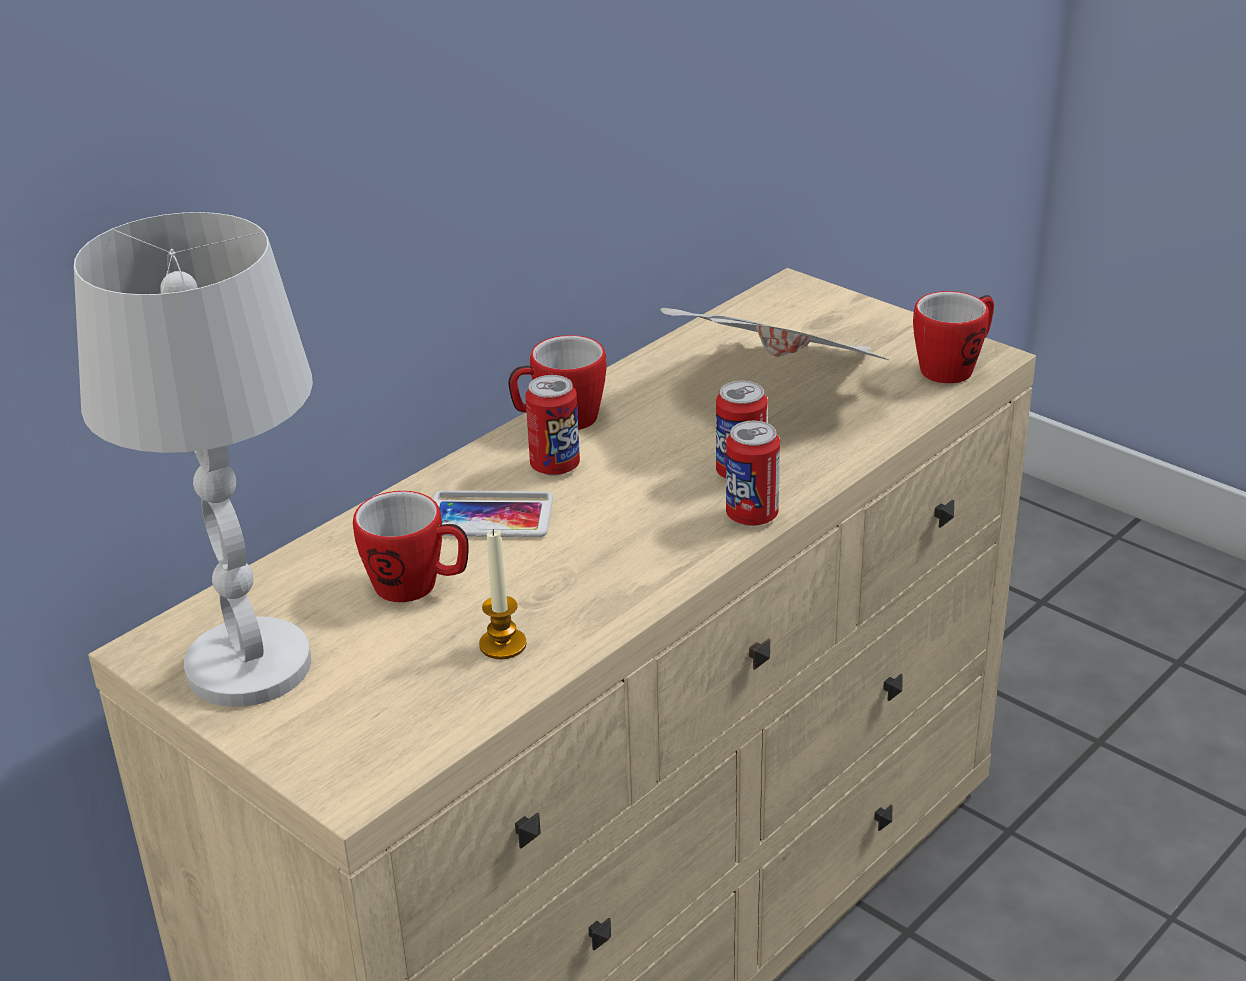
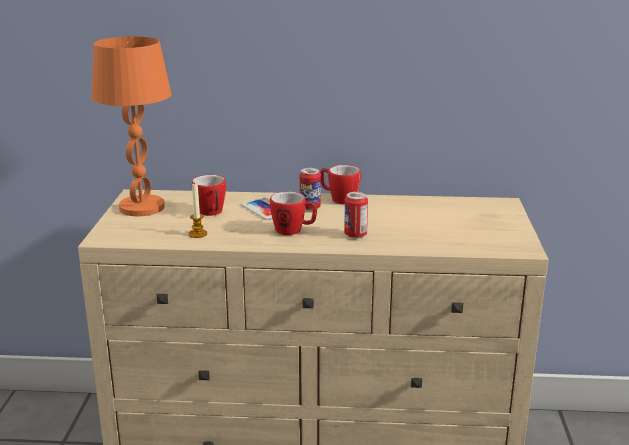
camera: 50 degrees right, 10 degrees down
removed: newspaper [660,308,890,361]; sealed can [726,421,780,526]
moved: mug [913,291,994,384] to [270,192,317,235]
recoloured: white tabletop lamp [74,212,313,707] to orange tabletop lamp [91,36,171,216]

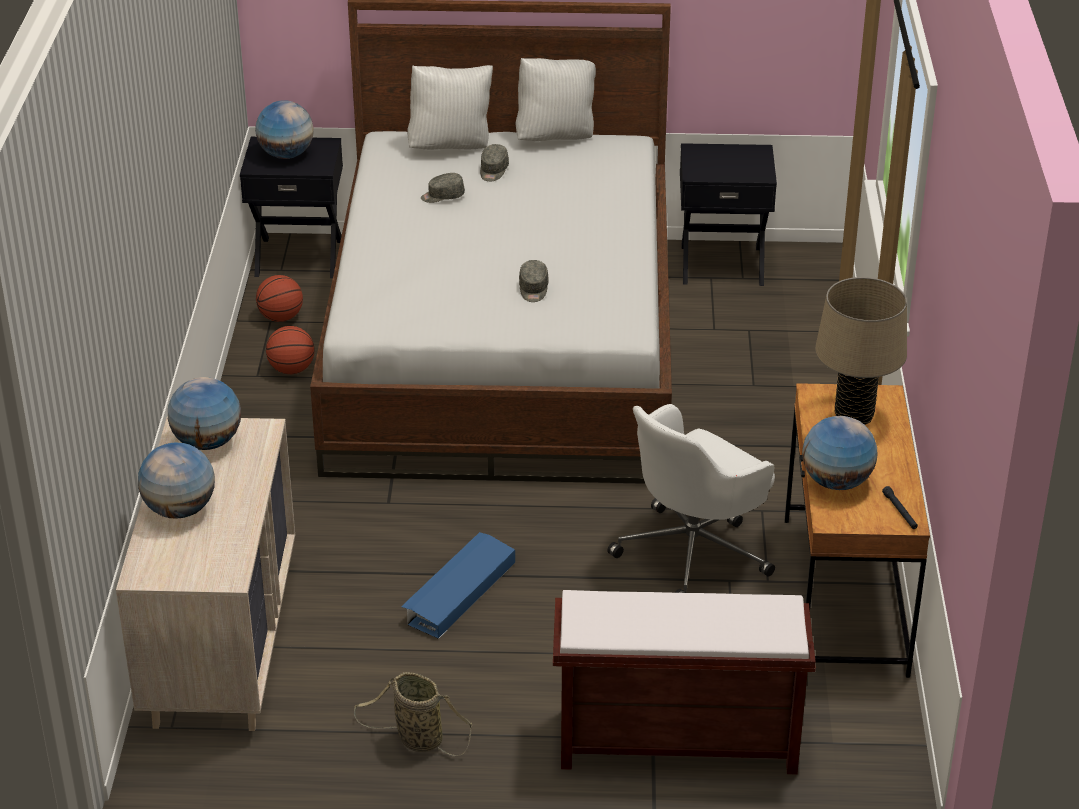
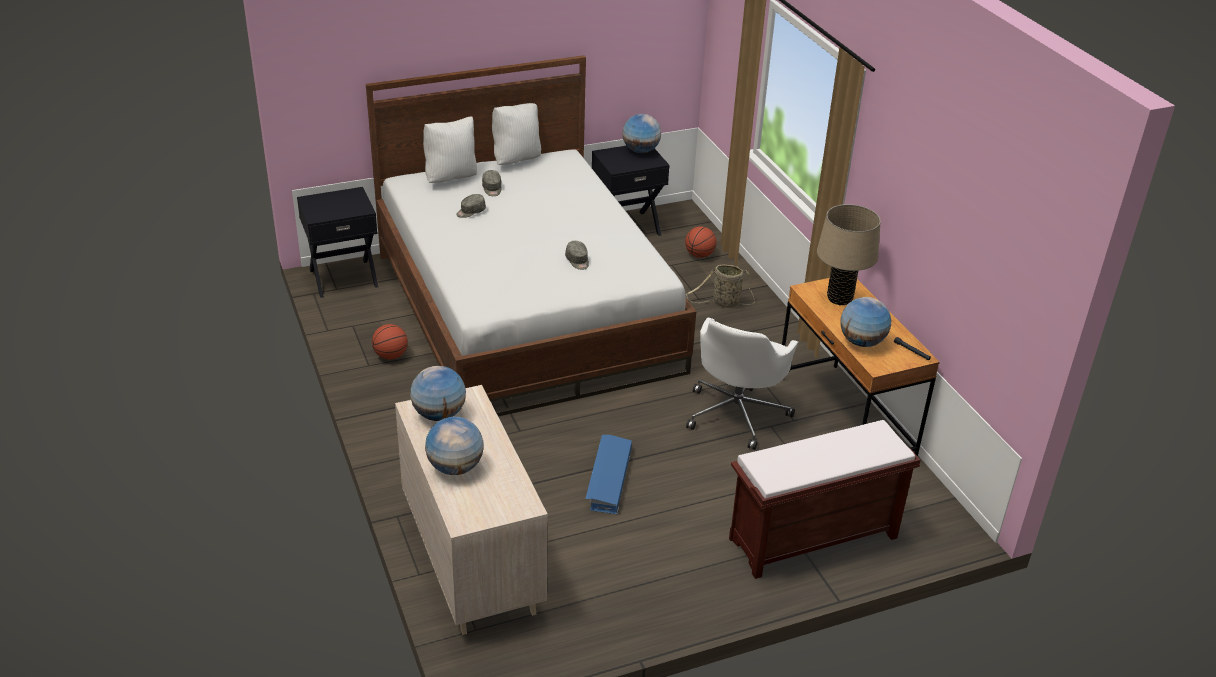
camera: 25 degrees left, 0 degrees up
moved: globe [255,100,314,159] to [622,114,661,153]; basketball [256,275,303,322] to [685,226,716,258]; basket [354,672,472,756] to [686,264,755,308]

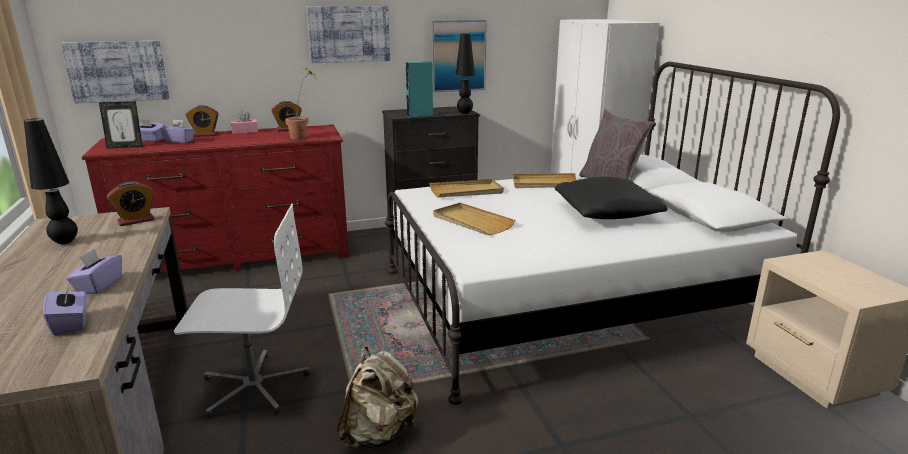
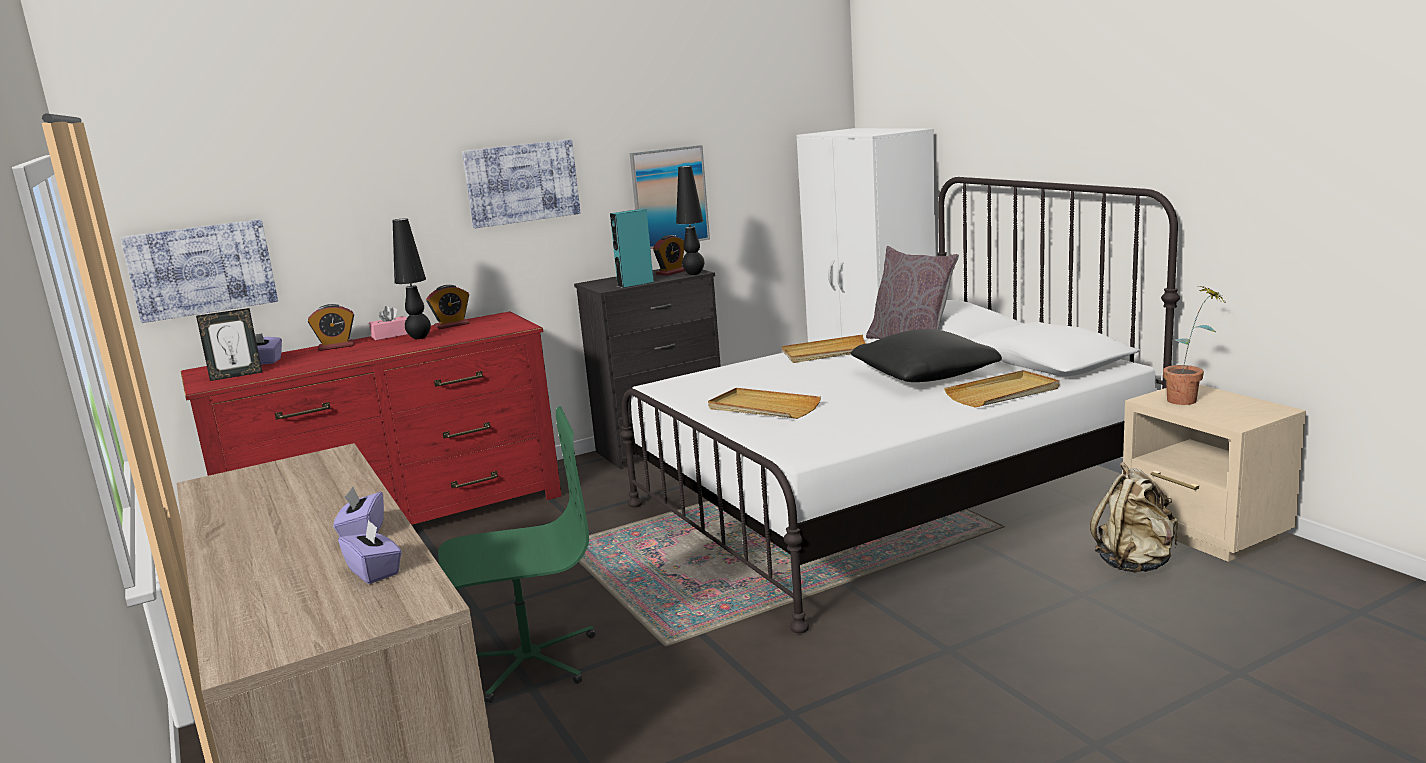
camera: 10 degrees left, 5 degrees down
removed: purple tissue box [160,120,195,143]
moved: black tabletop lamp [24,118,78,244] to [393,218,431,339]; bedside clock [107,181,155,226] to [653,235,685,276]; sand-coloured carrying tray [430,179,504,198] to [944,370,1060,408]; sand-coloured knapsack [337,346,418,449] to [1090,462,1178,573]; potted plant [285,66,316,140] to [1163,286,1224,405]
recoloured: white office chair [174,204,310,418] to green-coloured office chair [438,406,595,703]

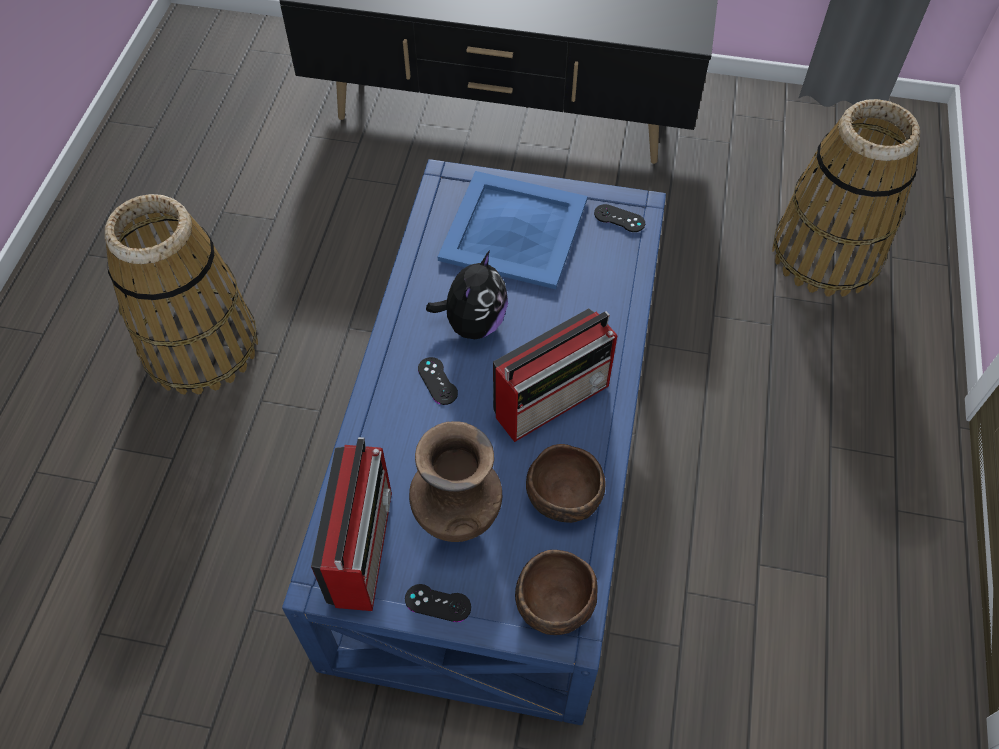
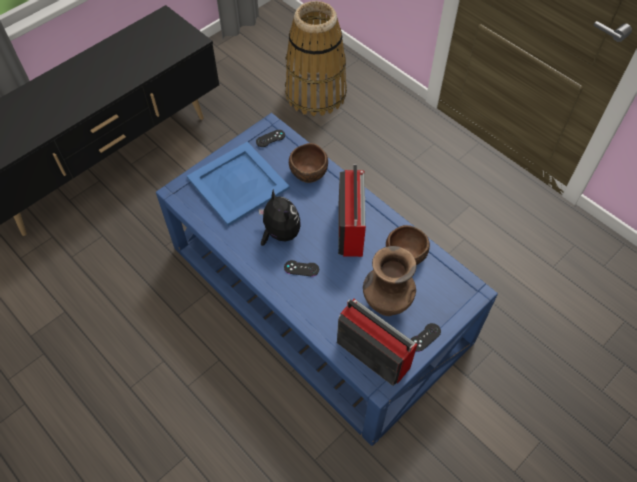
camera: 55 degrees left, 0 degrees up
removed: basket [105,194,258,395]
moved: brown serving bowl [515,550,598,635] to [289,143,328,183]

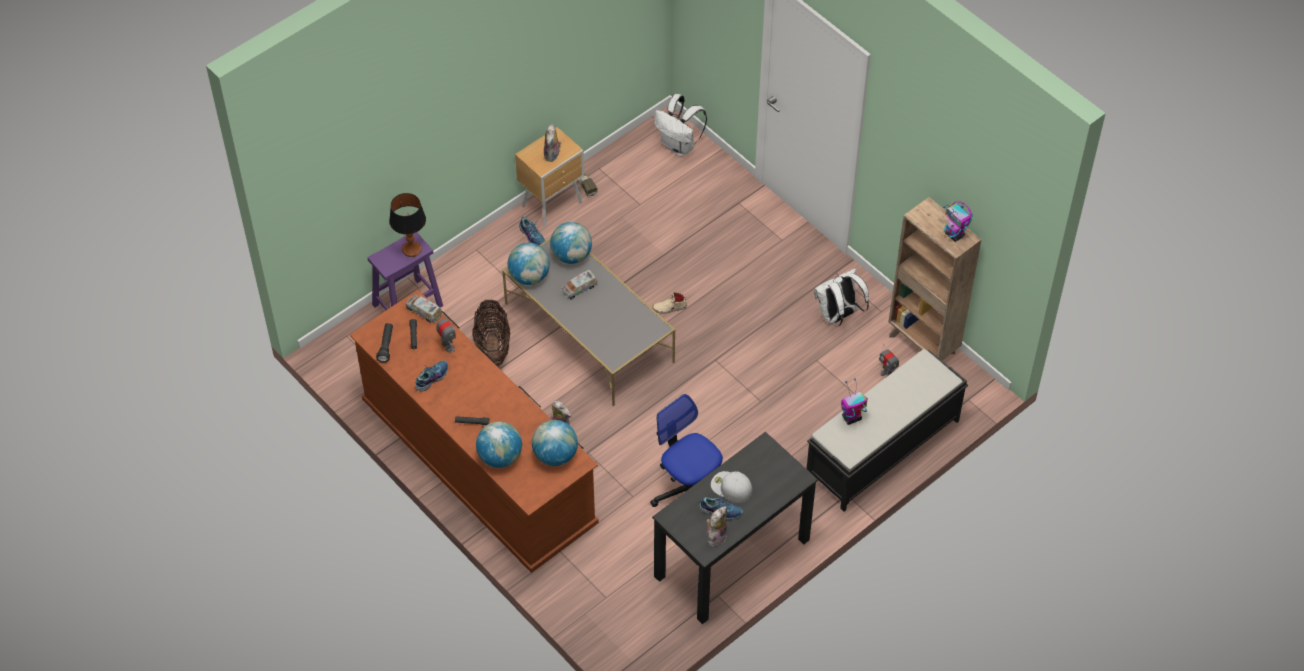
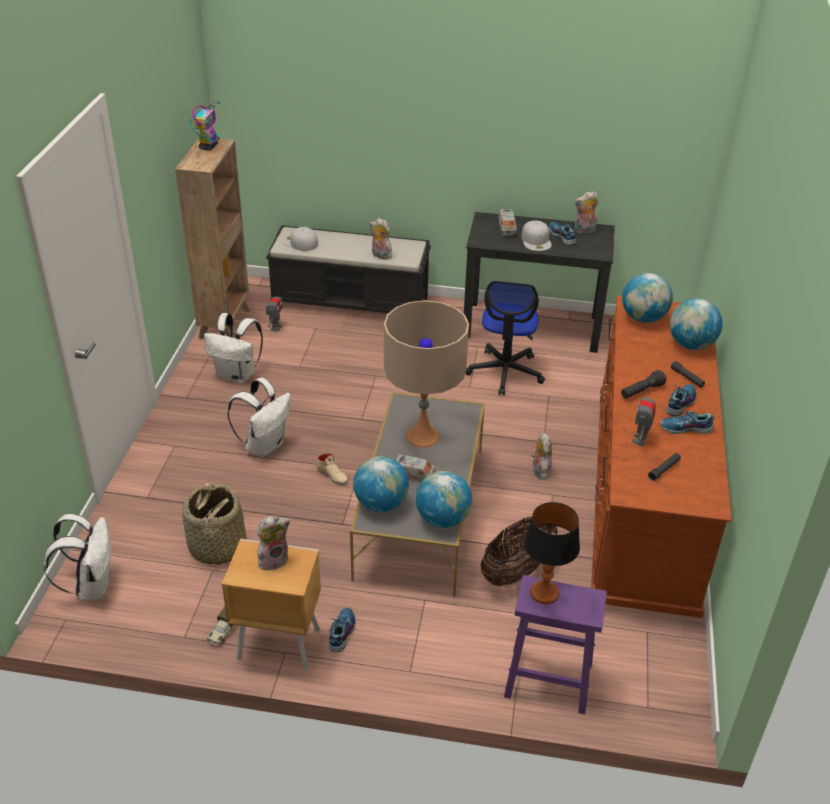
camera: 130 degrees left, 15 degrees down
added: basket [182,483,246,567]; white knapsack [227,377,291,457]; white peaked cap [282,227,318,251]; sand-coloured tabletop lamp [384,300,469,448]; low shoe [666,384,696,417]
moved: toy truck [406,295,442,323] to [498,209,517,236]; black flashlight [376,323,393,362] to [621,370,666,399]
replaced: robot figure [841,378,868,425] to cuddly toy [369,218,392,260]

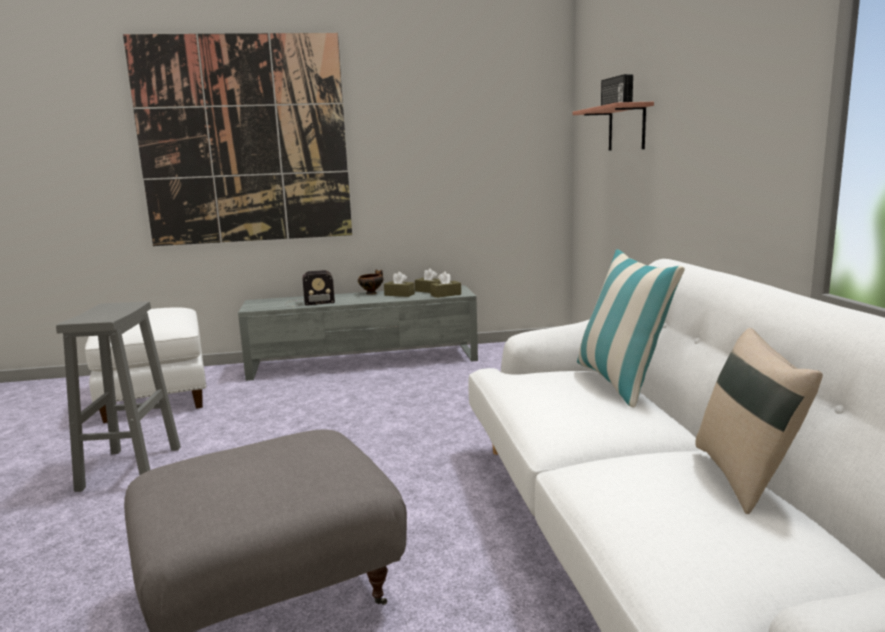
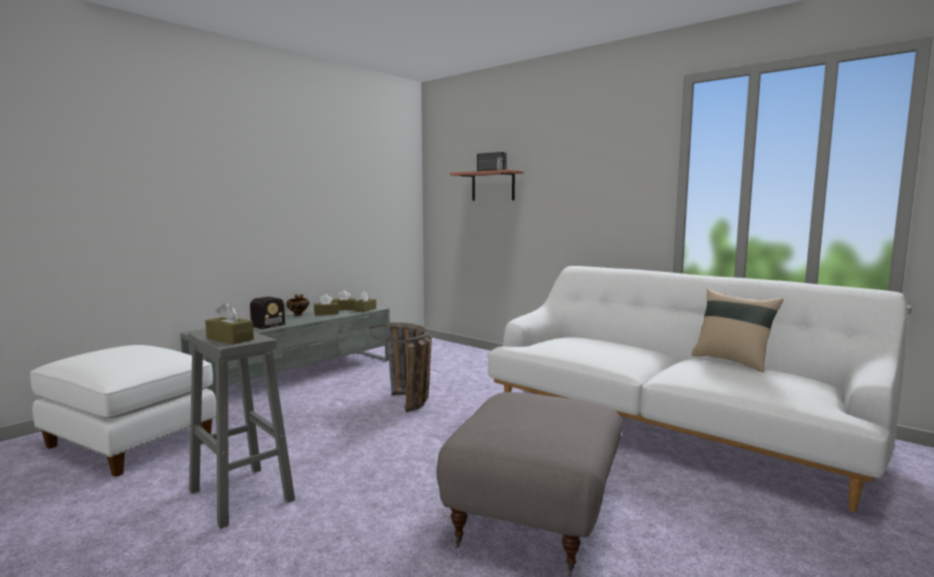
camera: 40 degrees left, 5 degrees down
removed: wall art [123,33,352,246]; cushion [577,249,685,408]
added: brown tissue box [205,302,254,345]; basket [369,322,432,412]

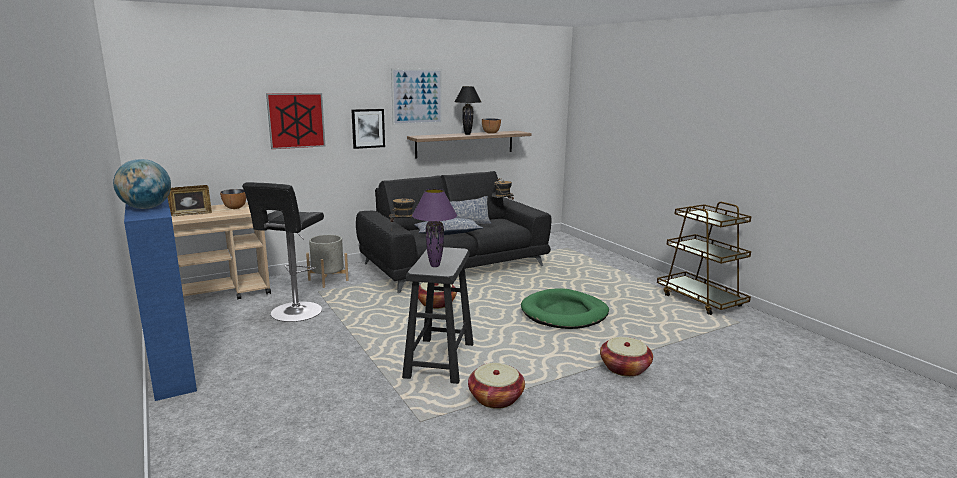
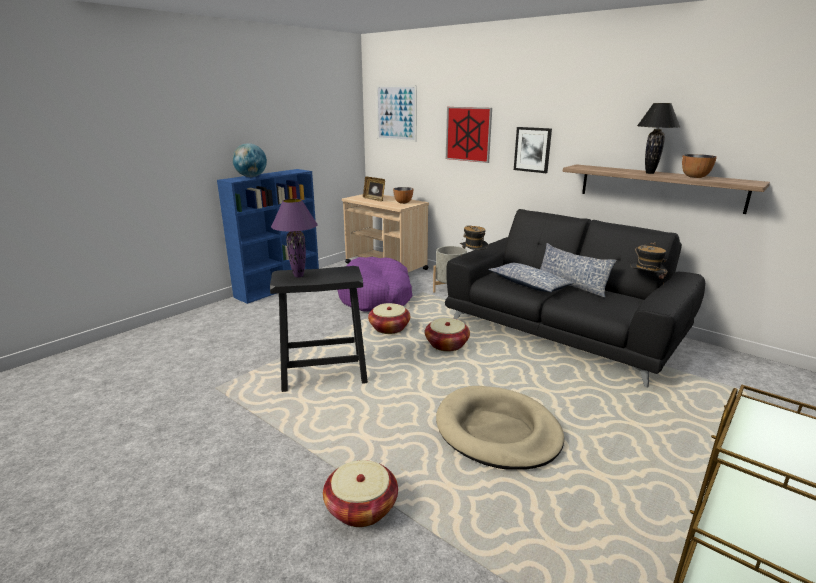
camera: 70 degrees right, 5 degrees up
moved: basket [468,363,525,409] to [368,303,410,334]; wall art [391,68,442,125] to [376,85,417,142]
replaced: black sitting stool [242,182,324,322] to purple dog bed [338,257,413,312]
recoloured: green-coloured dog bed [521,288,609,329] to sand-coloured dog bed [436,386,564,470]

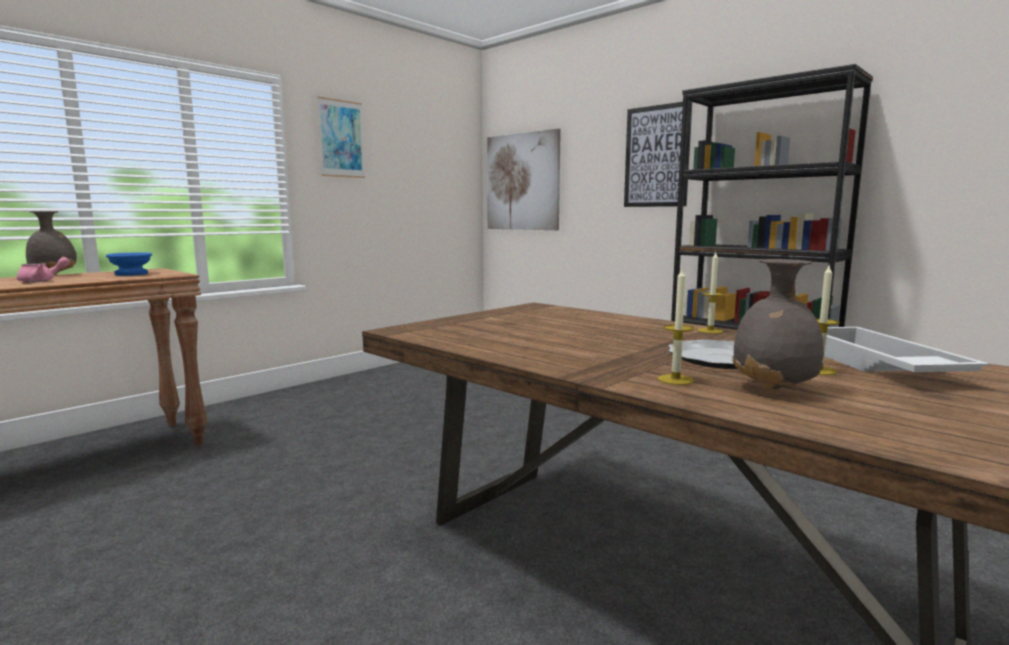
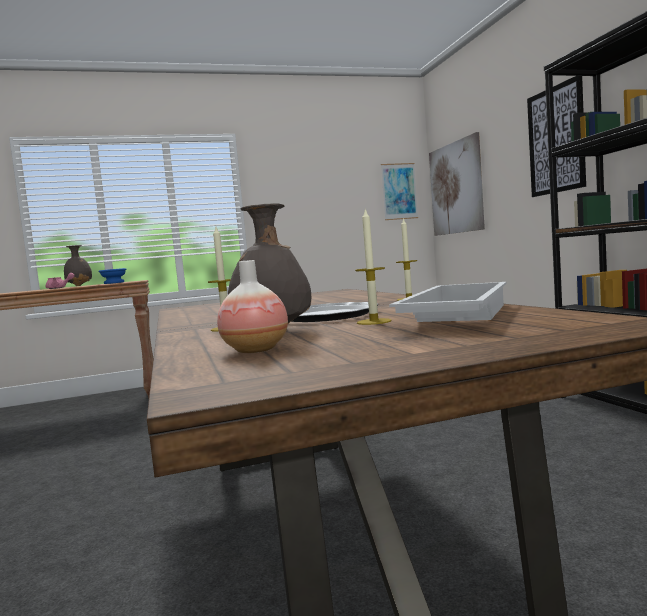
camera: 30 degrees right, 5 degrees down
added: vase [217,260,288,353]
moved: wall art [317,96,365,178] to [381,163,418,220]

